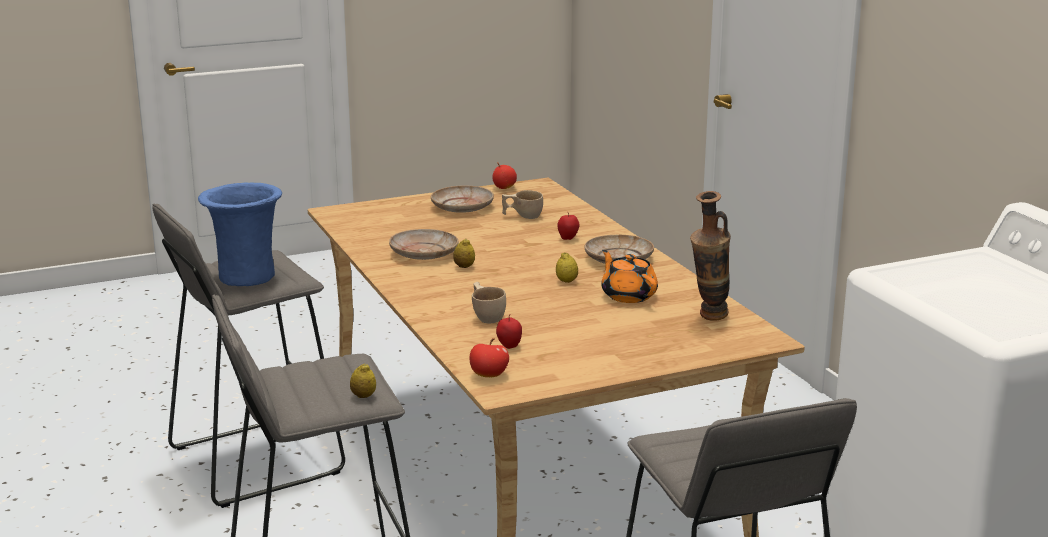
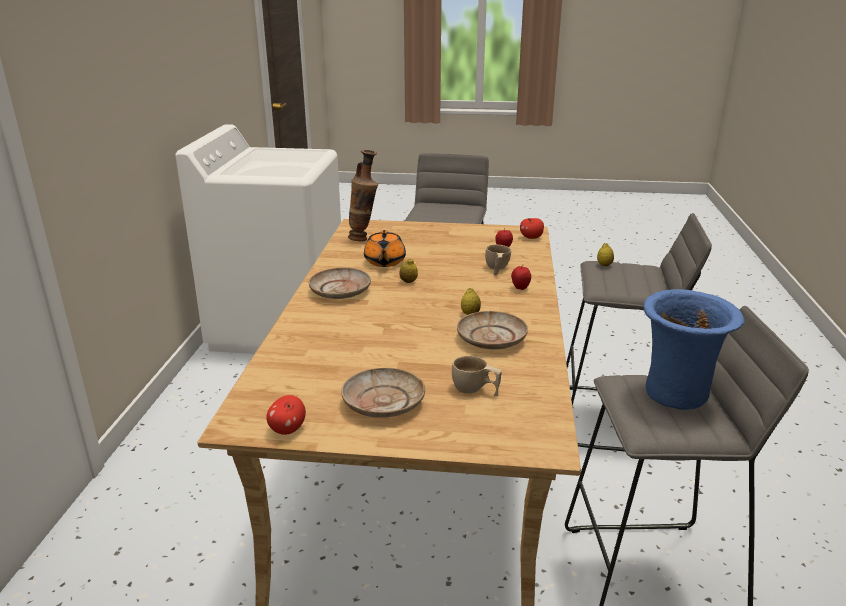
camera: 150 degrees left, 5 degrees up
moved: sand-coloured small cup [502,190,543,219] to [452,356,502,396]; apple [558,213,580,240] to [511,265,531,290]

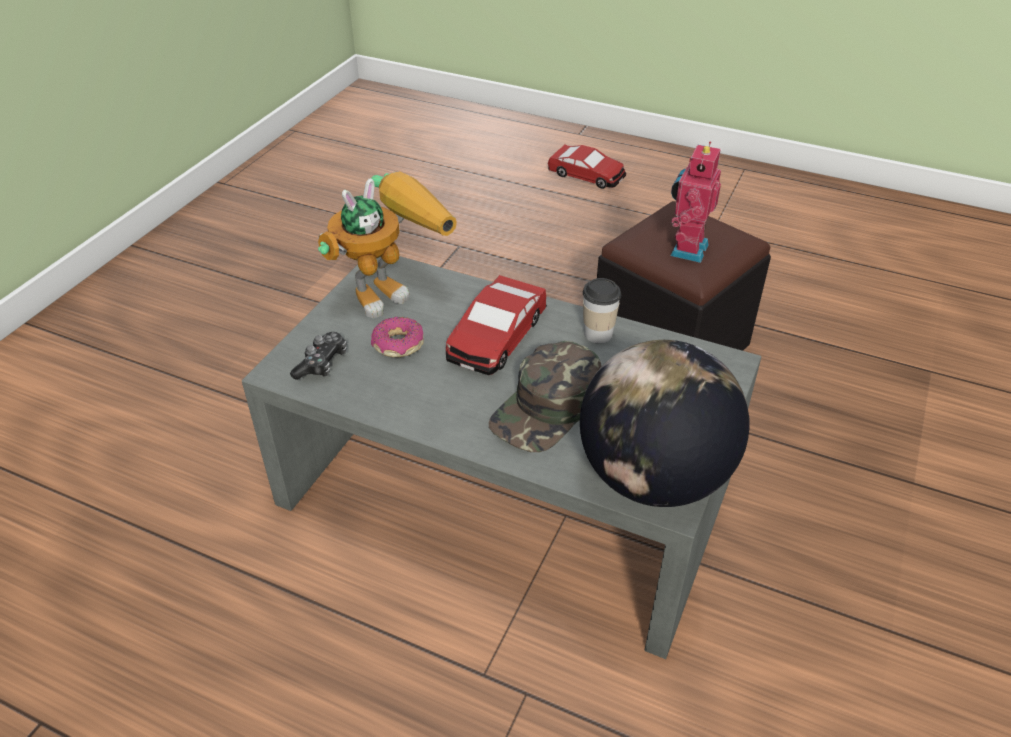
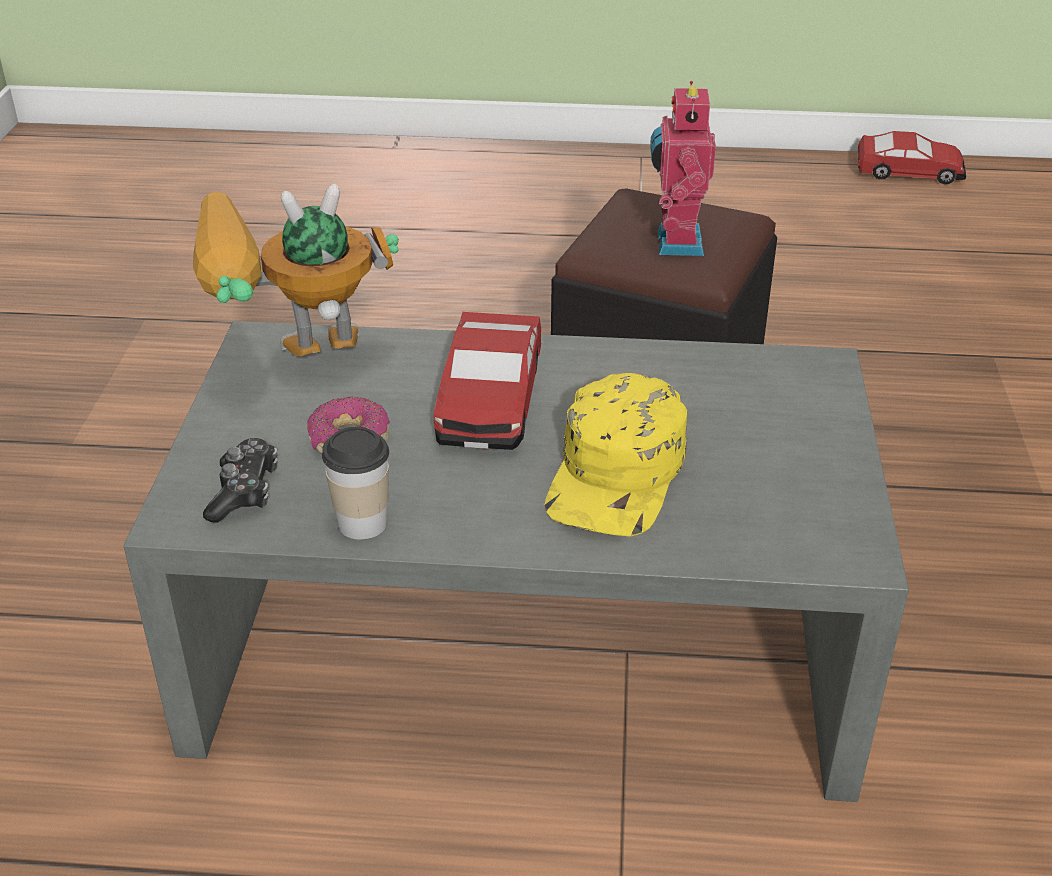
camera: 20 degrees left, 5 degrees down
removed: globe [580,340,749,507]
moved: small cup [583,278,621,344] to [322,427,389,540]; toy car [548,144,626,189] to [858,131,966,185]
recoloured: green-coloured peaked cap [489,341,602,452] to yellow-coloured peaked cap [545,373,687,537]
turned: robot figure [318,171,457,318] = [193,184,399,356] 135 degrees counterclockwise

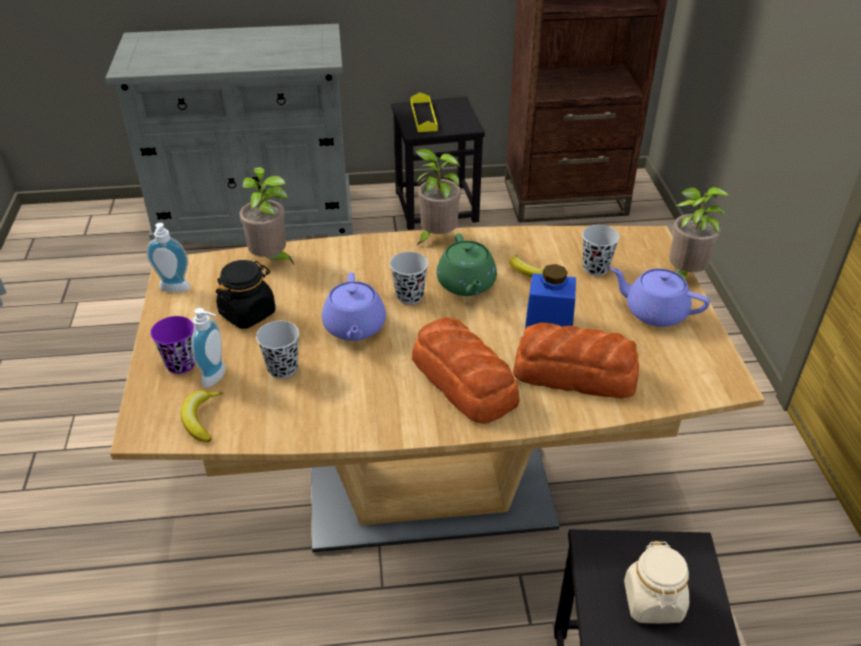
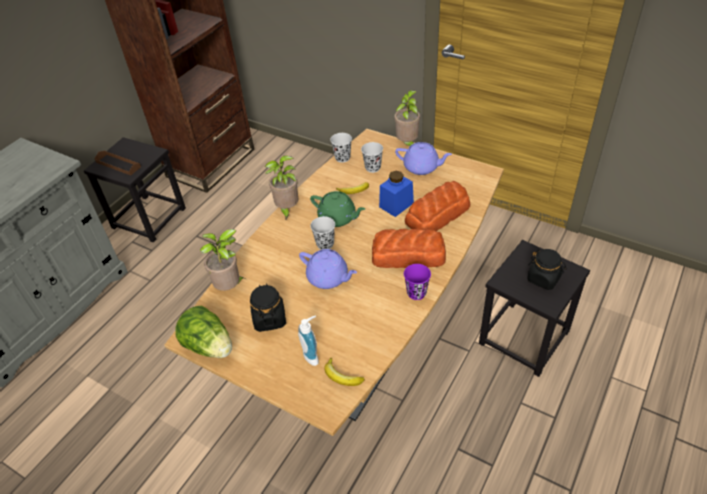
camera: 50 degrees left, 5 degrees up
moved: black small cup [256,321,299,379] to [330,133,352,163]; purple small cup [150,316,195,374] to [404,264,431,300]
replaced: soap bottle [146,223,190,293] to lettuce [175,306,232,358]
recoloured: yellow-coloured carrying tray [411,93,438,132] to brown carrying tray [94,151,141,176]; sand-coloured preserve jar [624,541,689,623] to black preserve jar [527,249,567,290]
turned: purple tea pot [610,268,710,327] = [395,142,452,175] 135 degrees counterclockwise

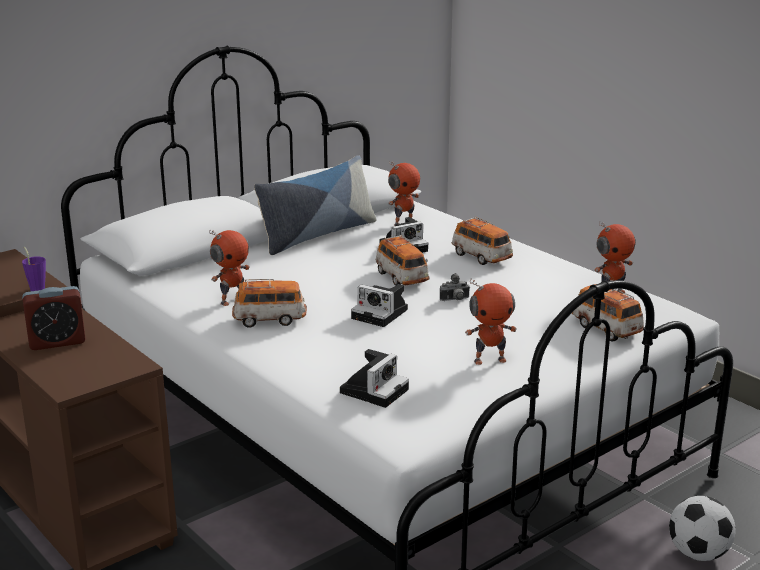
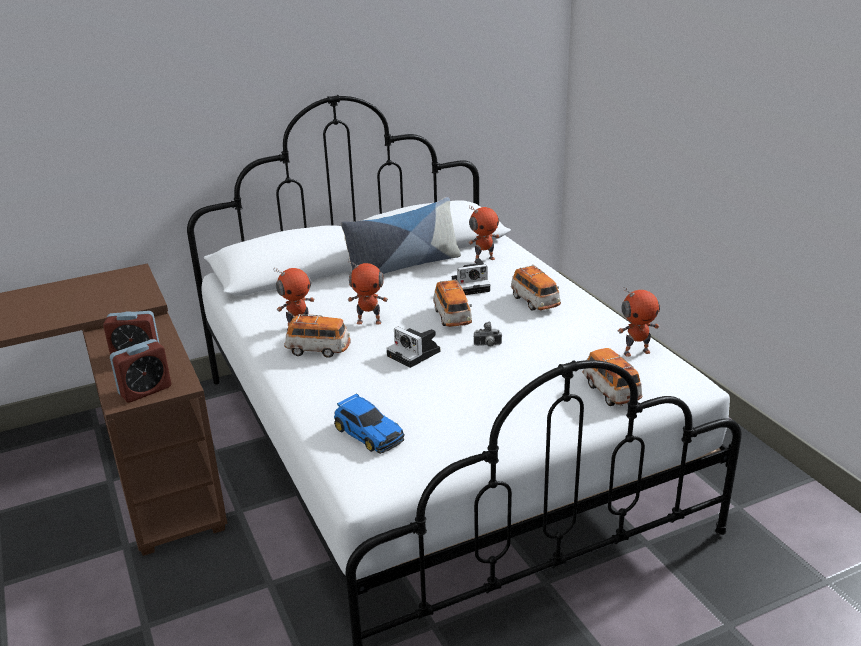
camera: 15 degrees right, 5 degrees up
removed: purple small cup [22,247,46,291]; ball for football [669,496,736,561]
added: bedside clock [110,339,171,402]
moved: robot figure [465,278,517,365] to [348,258,388,325]
replaced: still camera [340,349,409,408] to toy car [334,393,404,454]

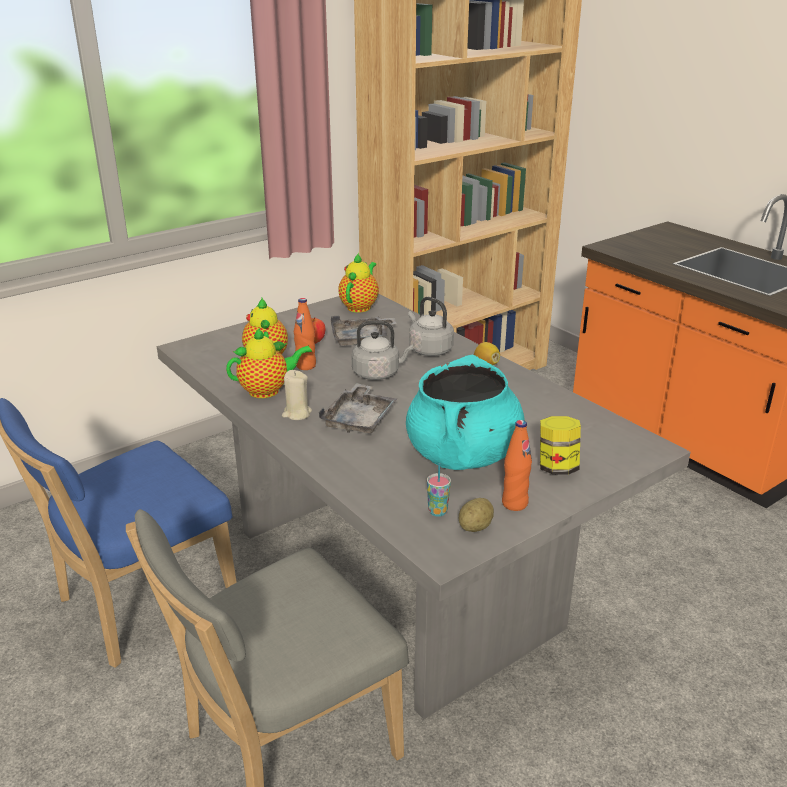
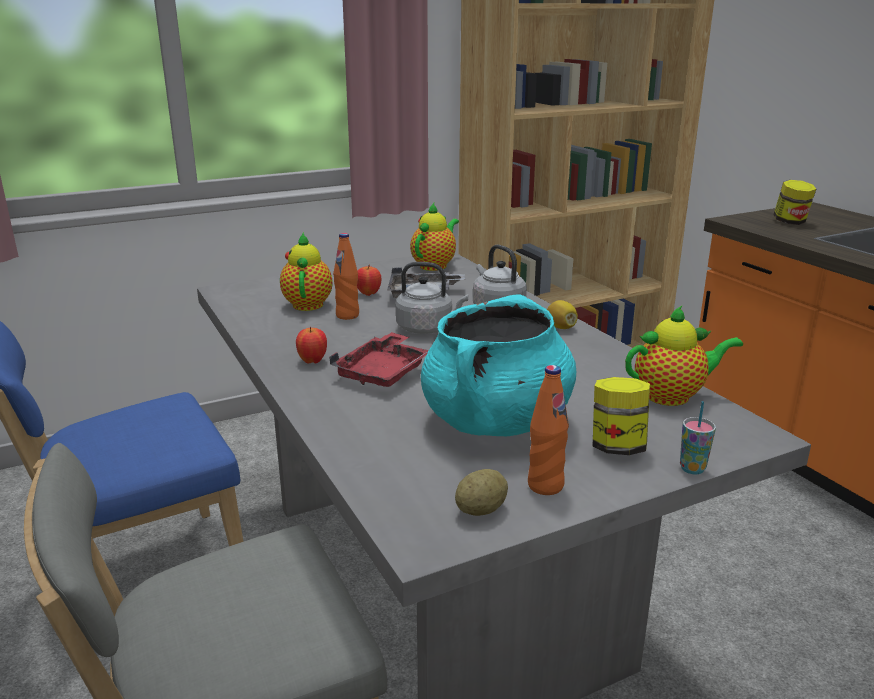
camera: 10 degrees right, 5 degrees down
added: preserve jar [773,180,816,225]
moved: tea pot [226,327,312,398] to [625,306,743,406]; small cup [427,463,451,517] to [680,401,716,475]
replaced: sand-coloured wax candle [282,370,312,420] to apple [296,327,327,364]
recoloured: greyish carrying tray [319,383,397,433] to reddish carrying tray [329,332,429,387]

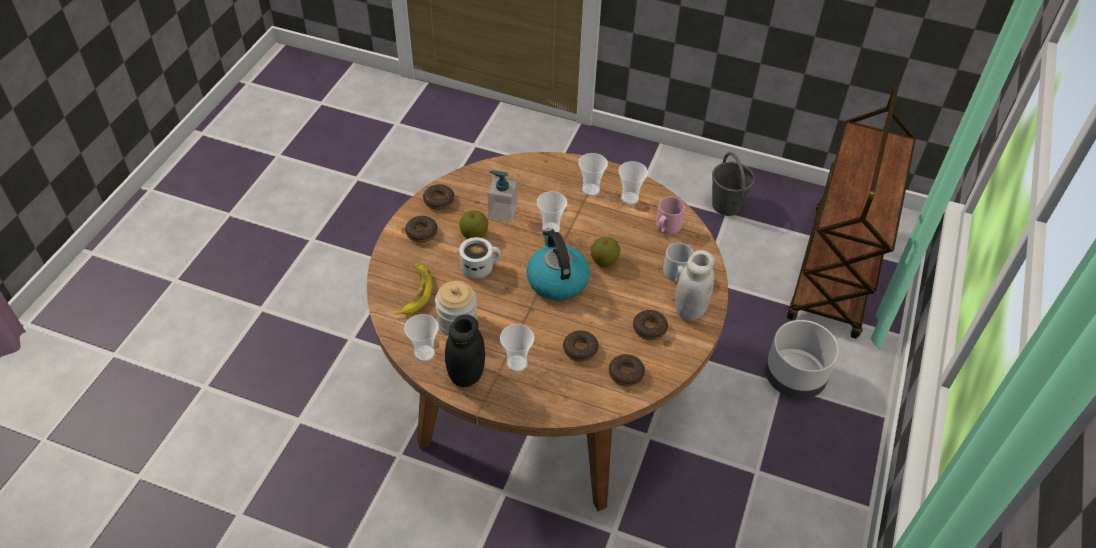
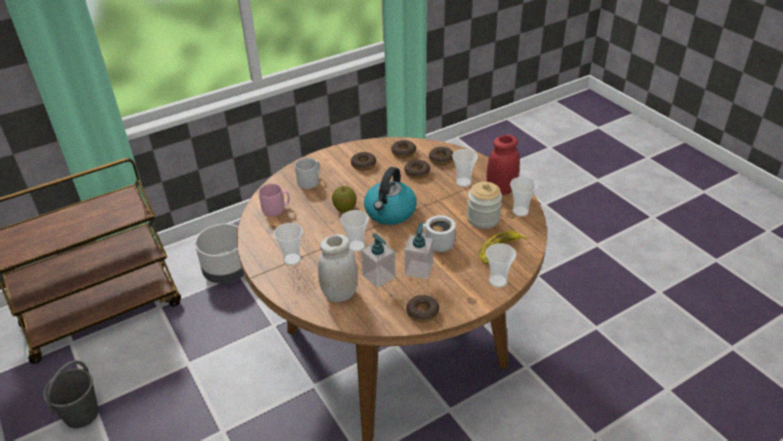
camera: 140 degrees left, 10 degrees down
moved: white preserve jar [675,250,714,321] to [318,234,357,302]; doughnut [405,216,438,243] to [429,147,454,165]; small cup [618,161,648,205] to [486,243,516,288]
replaced: apple [459,210,488,239] to soap bottle [405,222,434,279]
recoloured: black preserve jar [445,315,485,387] to reddish preserve jar [486,135,520,195]

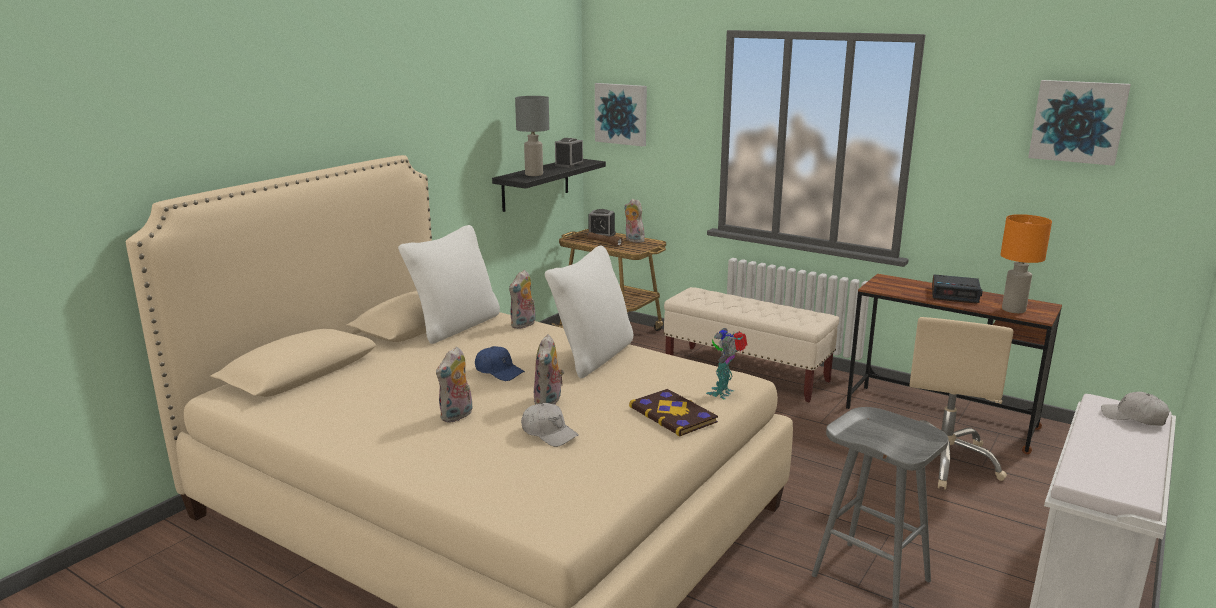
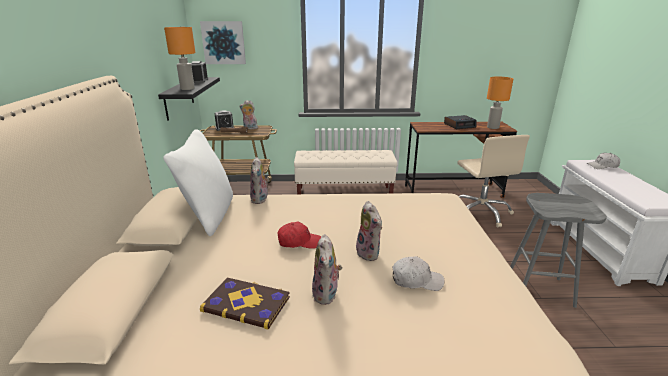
camera: 35 degrees left, 5 degrees up
removed: white cushion [545,245,633,378]; robot figure [706,328,747,399]; wall art [1028,80,1131,166]
moved: bound book [629,389,718,436] to [200,278,290,329]
recoloured: greyish tabletop lamp [515,96,549,176] to orange tabletop lamp [164,27,195,90]; bluish peaked cap [475,346,525,381] to reddish peaked cap [277,222,321,249]

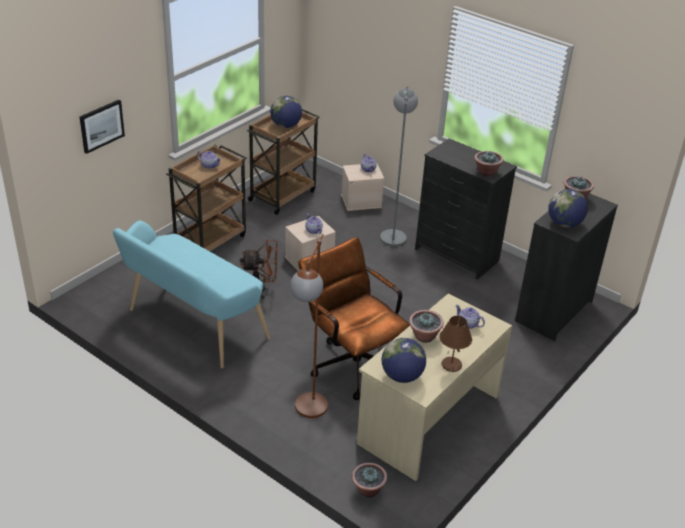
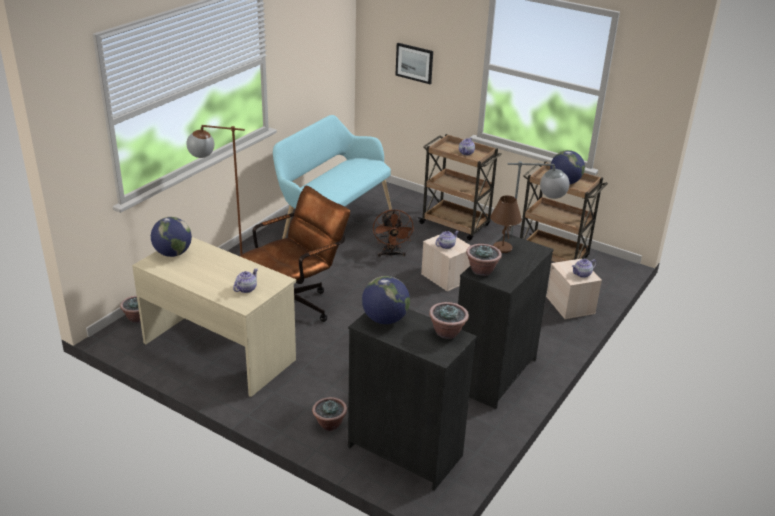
camera: 85 degrees right, 5 degrees down
moved: potted plant [409,310,444,343] to [312,397,347,431]; brown tabletop lamp [439,316,472,372] to [490,195,522,253]

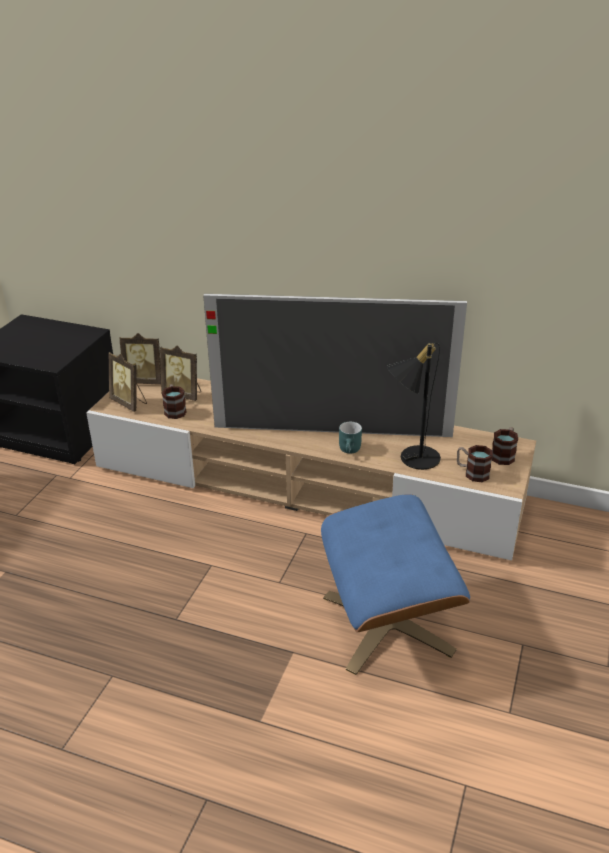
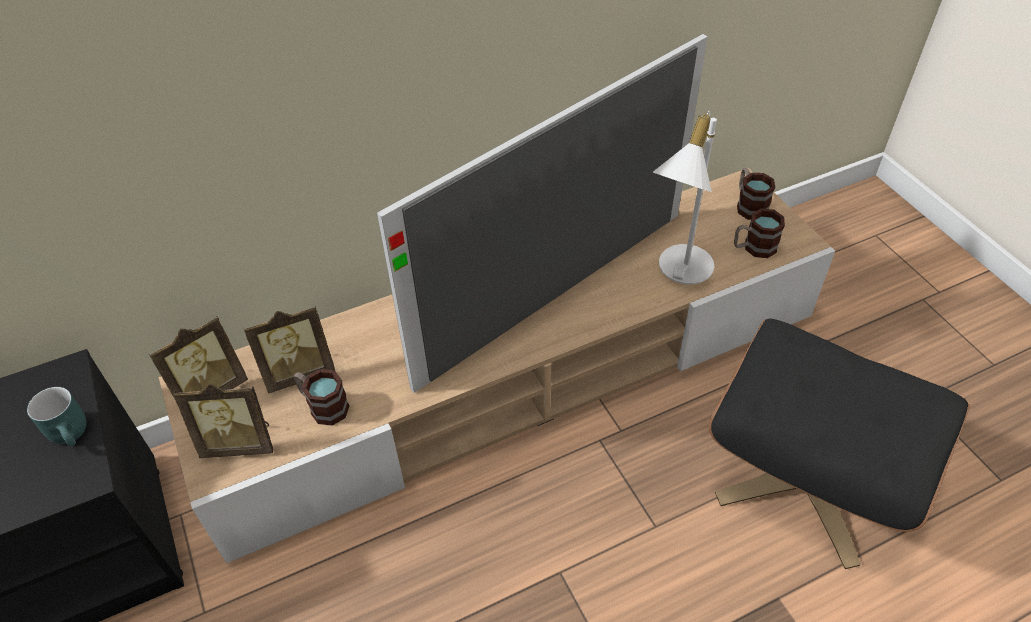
camera: 45 degrees left, 15 degrees up
moved: turquoise mug [339,422,362,454] to [27,387,87,446]
recoloured: black tabletop lamp [387,343,441,470] to white tabletop lamp [653,111,717,285]; bluish ottoman [321,494,470,675] to black ottoman [709,318,970,569]

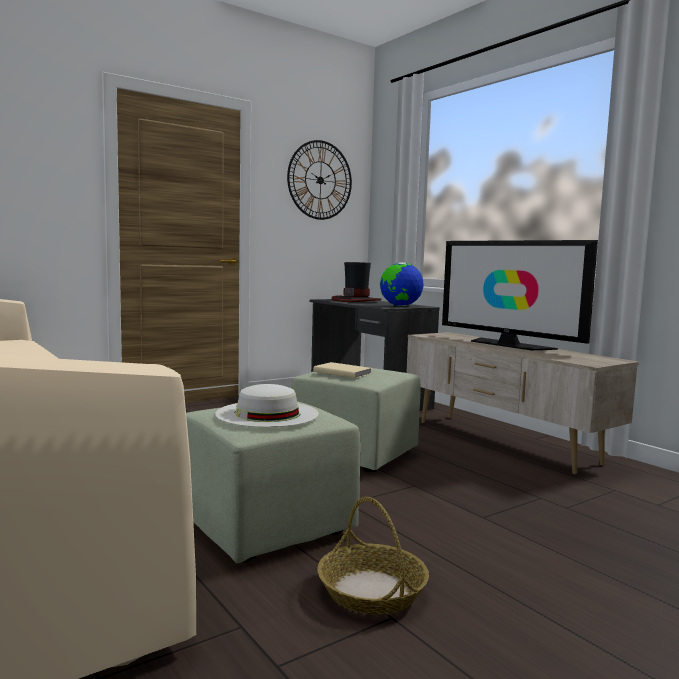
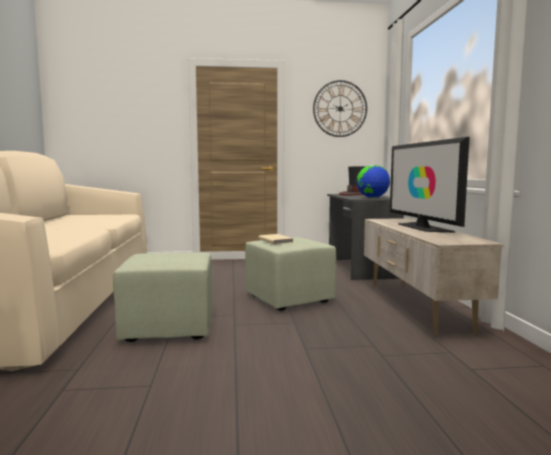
camera: 30 degrees right, 0 degrees up
removed: white hat [215,384,319,427]; basket [317,497,429,615]

